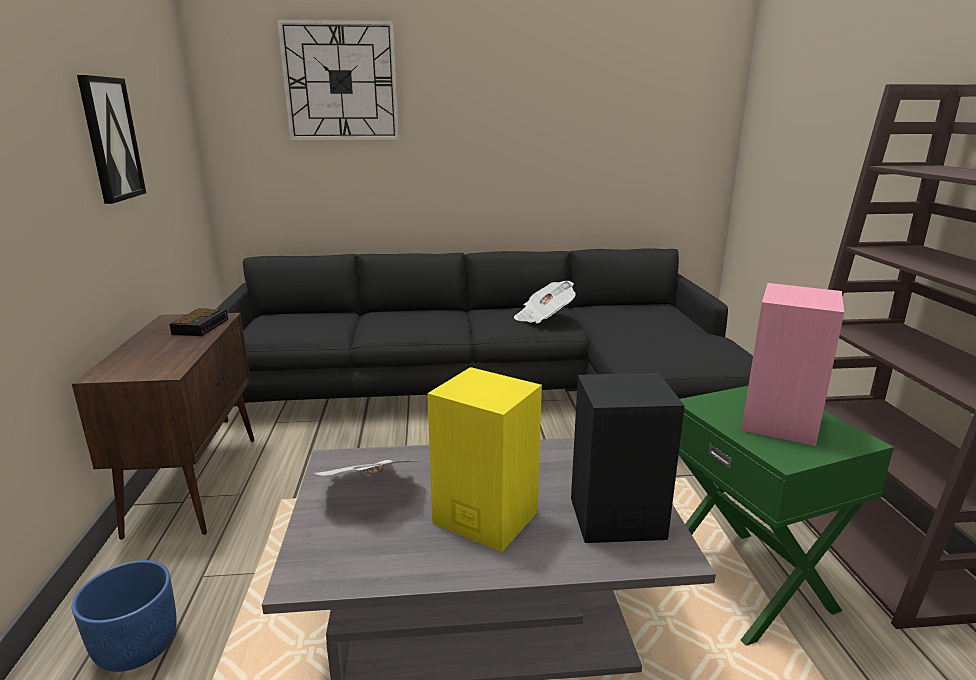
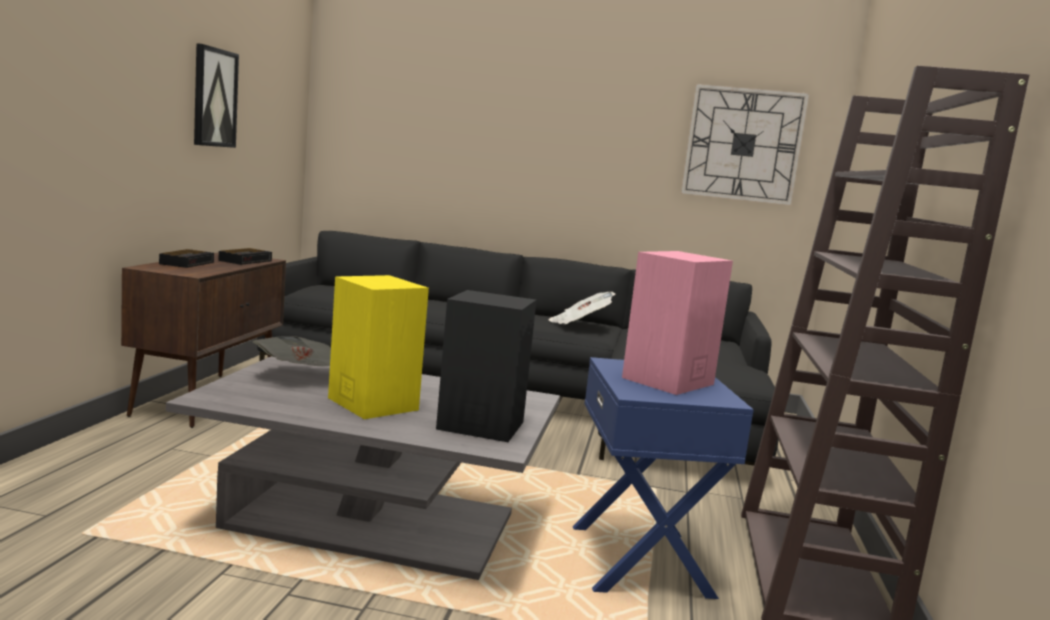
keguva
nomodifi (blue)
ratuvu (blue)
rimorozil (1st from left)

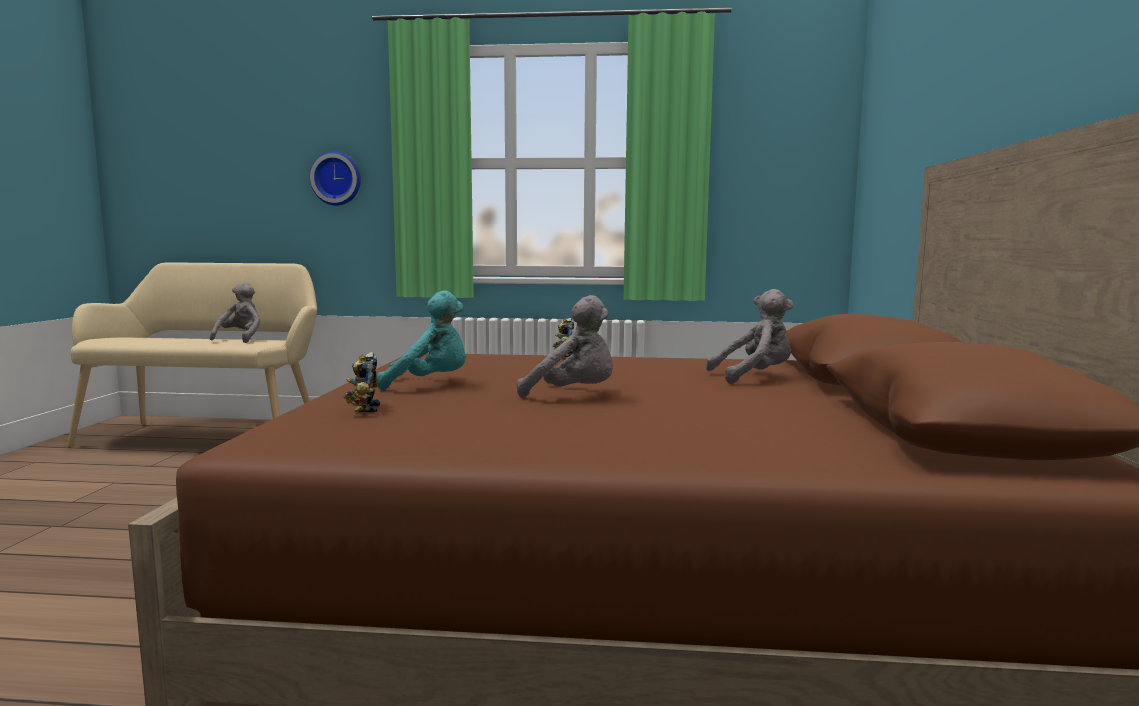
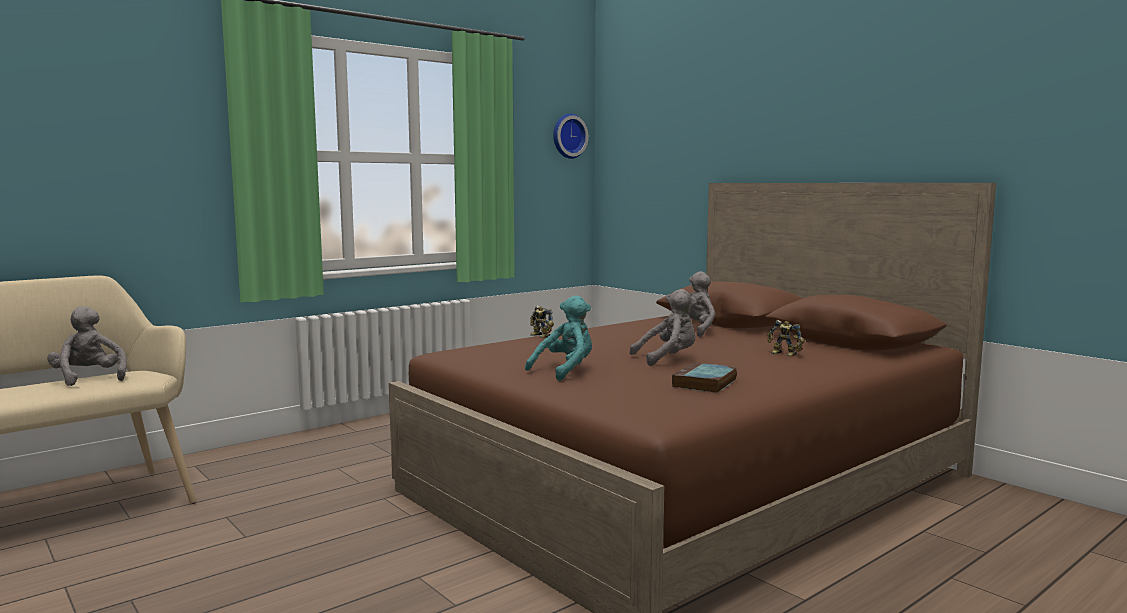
keguva
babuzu (2nd from left)
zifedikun

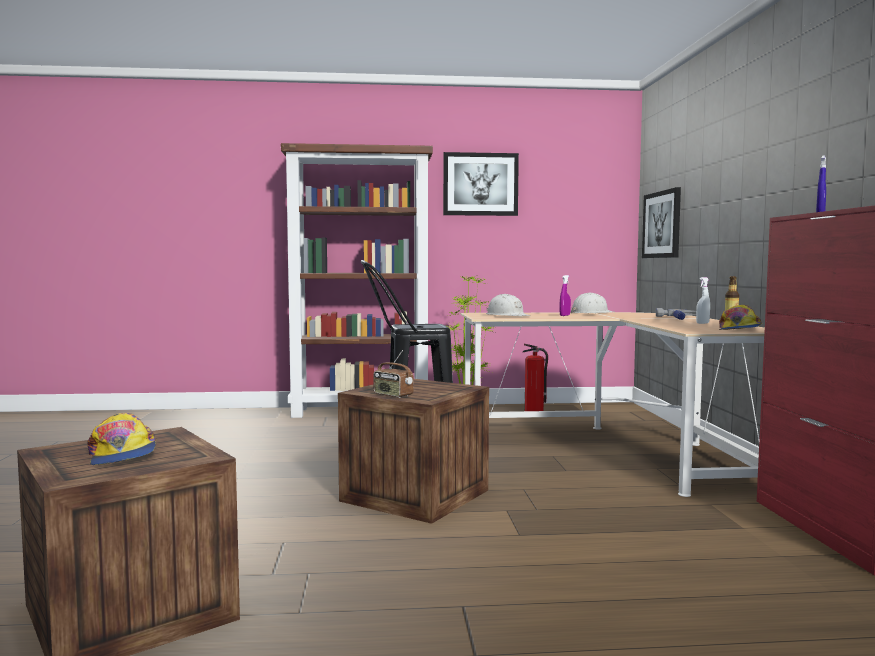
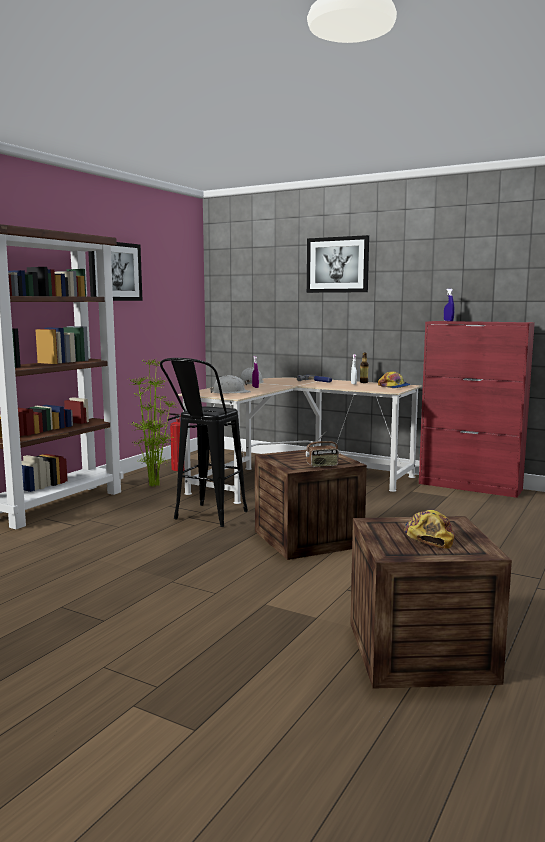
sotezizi (2nd from left)
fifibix (2nd from left)

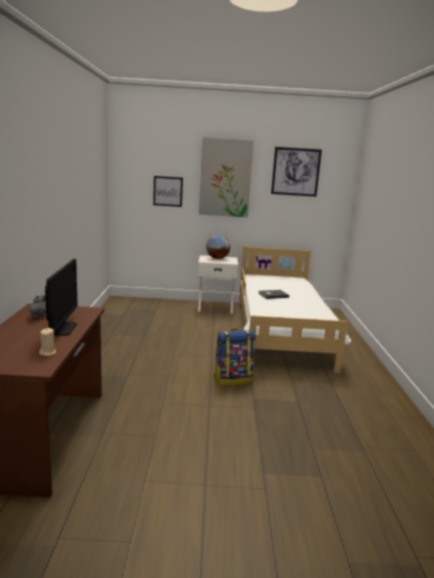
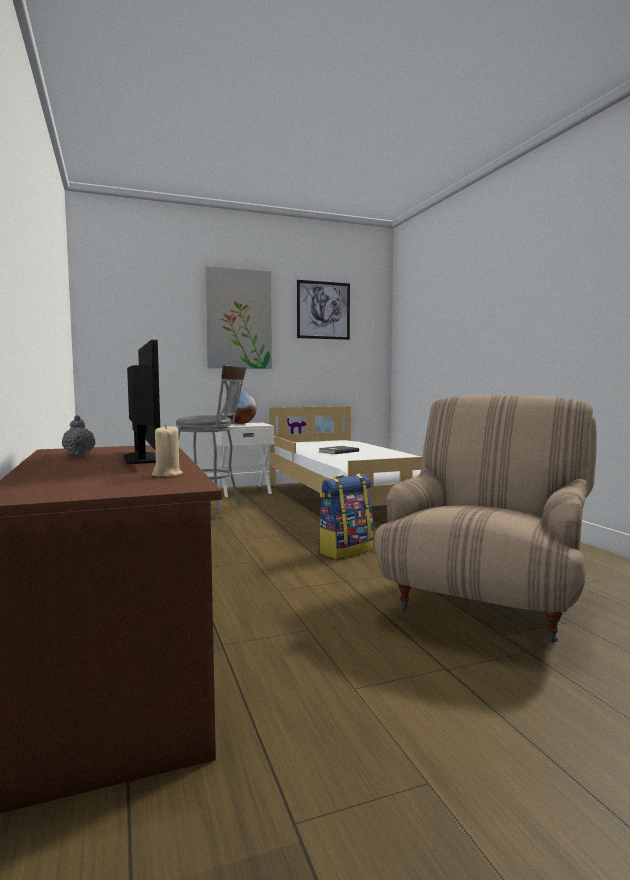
sotezizi (1st from left in the first image)
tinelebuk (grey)
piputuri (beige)

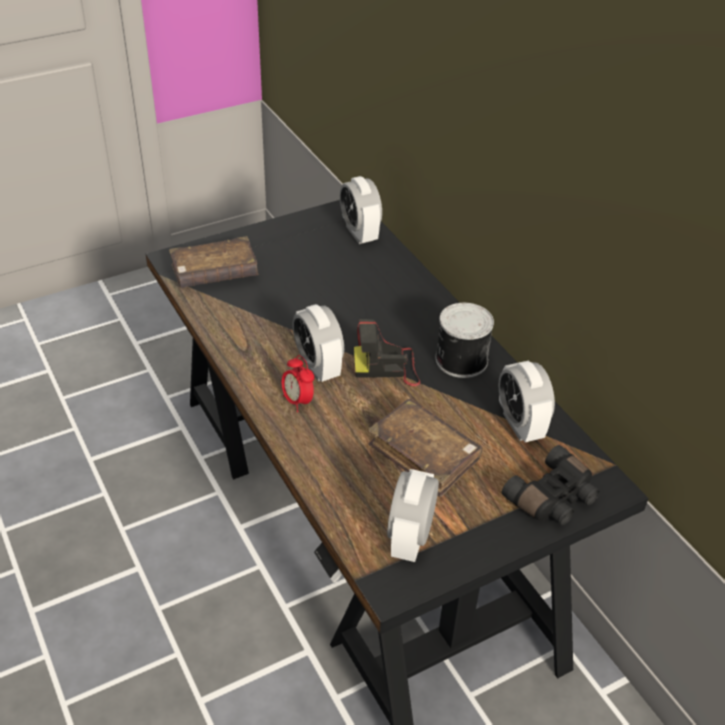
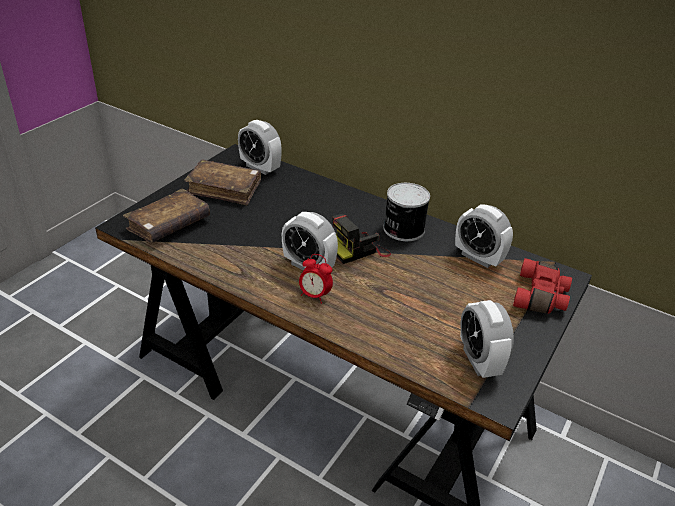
zifedikun (brown) (2nd from left)
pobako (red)

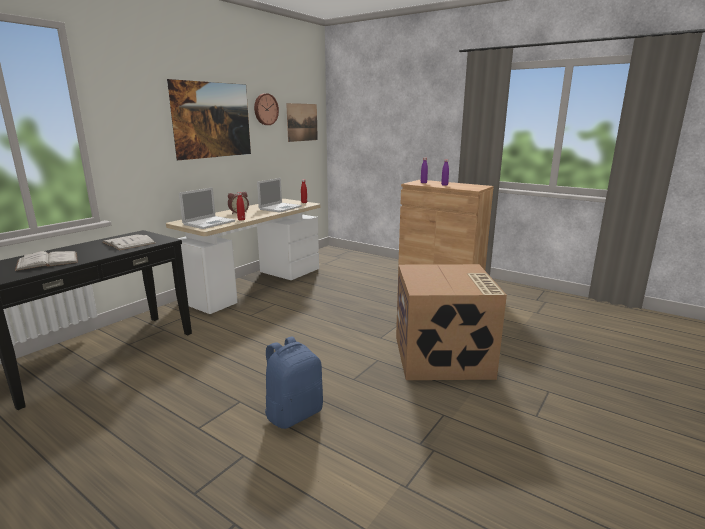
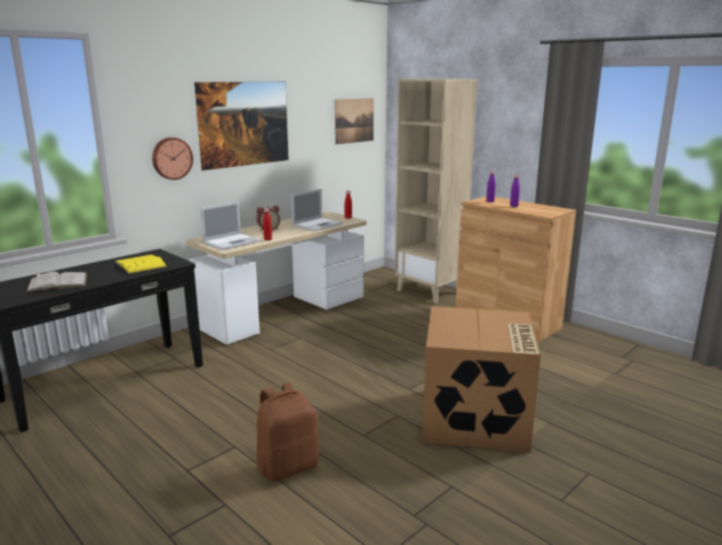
keguva
zifedikun (yellow)
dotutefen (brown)
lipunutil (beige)

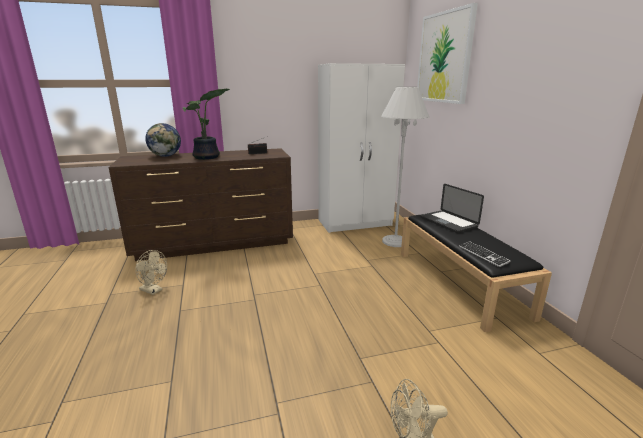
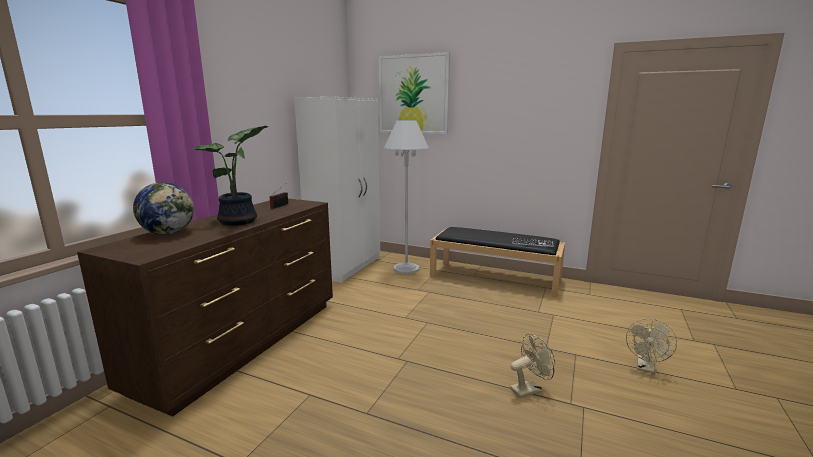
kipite
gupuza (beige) (1st from left)

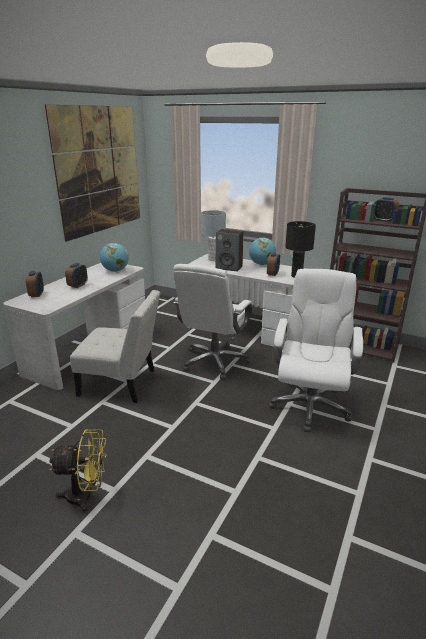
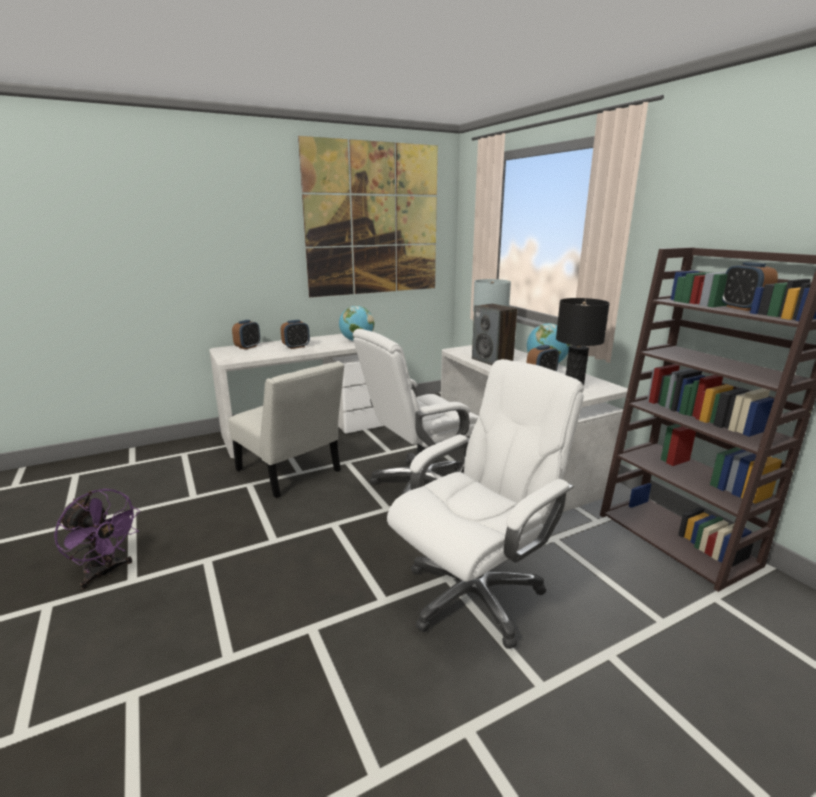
gupuza (purple)

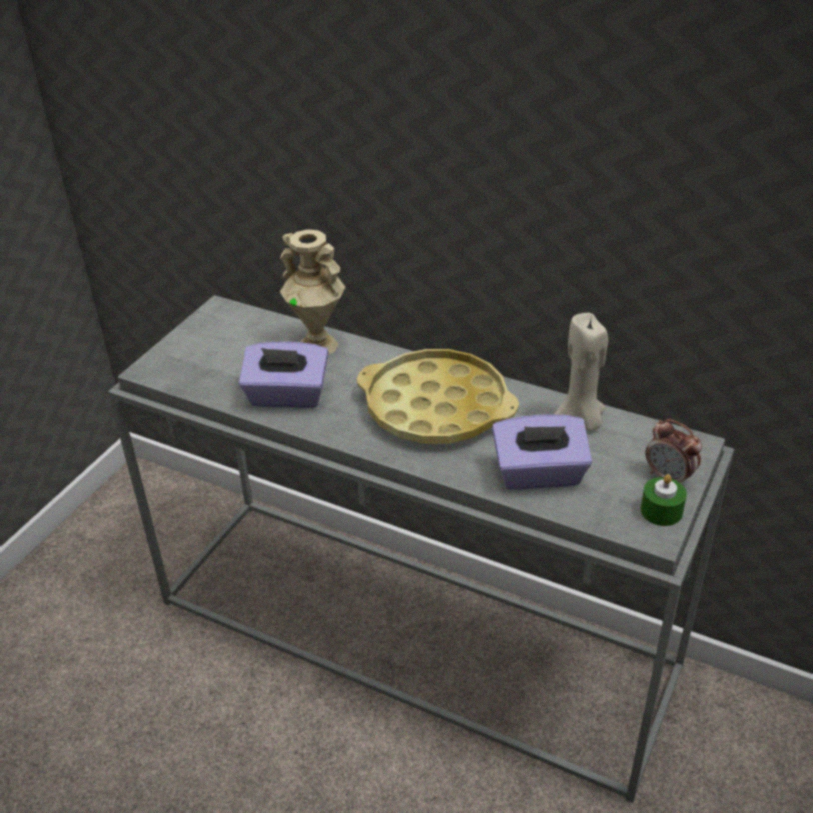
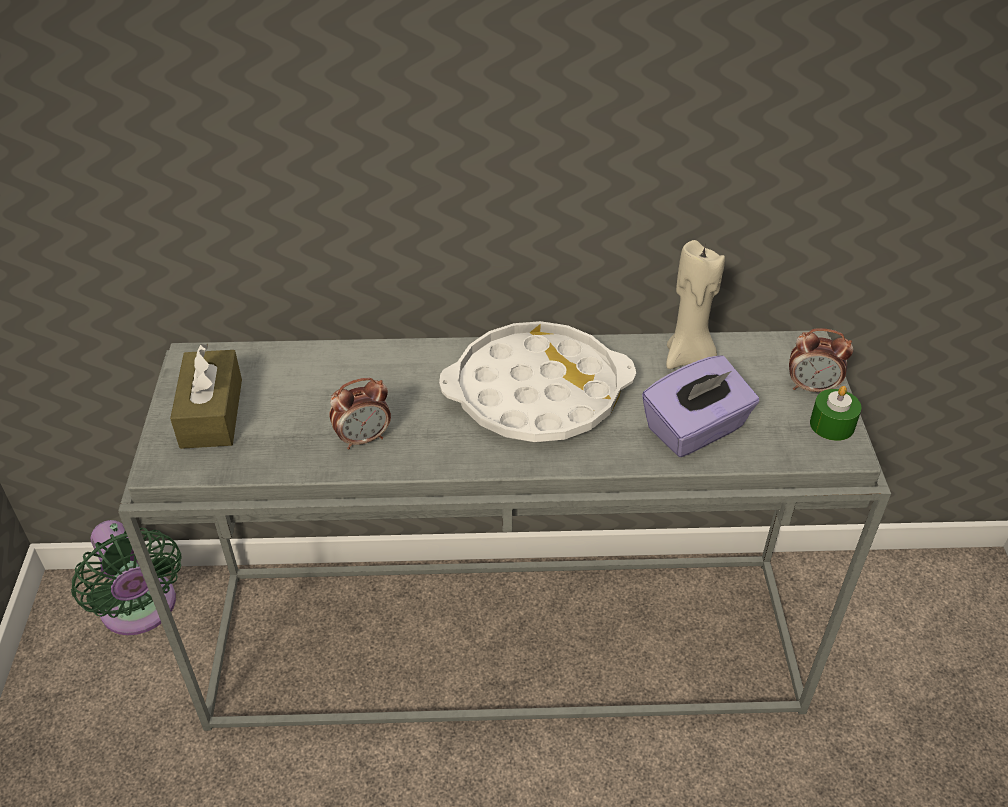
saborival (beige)
rimorozil (1st from left)
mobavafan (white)
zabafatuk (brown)
gupuza (green)

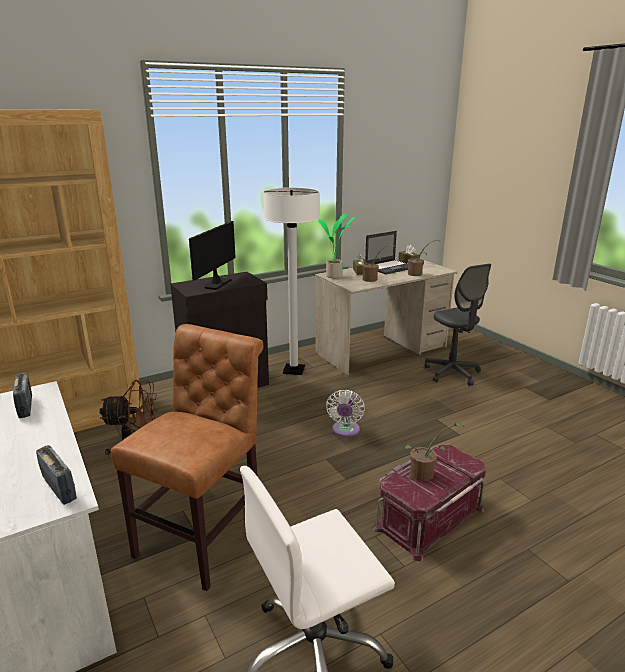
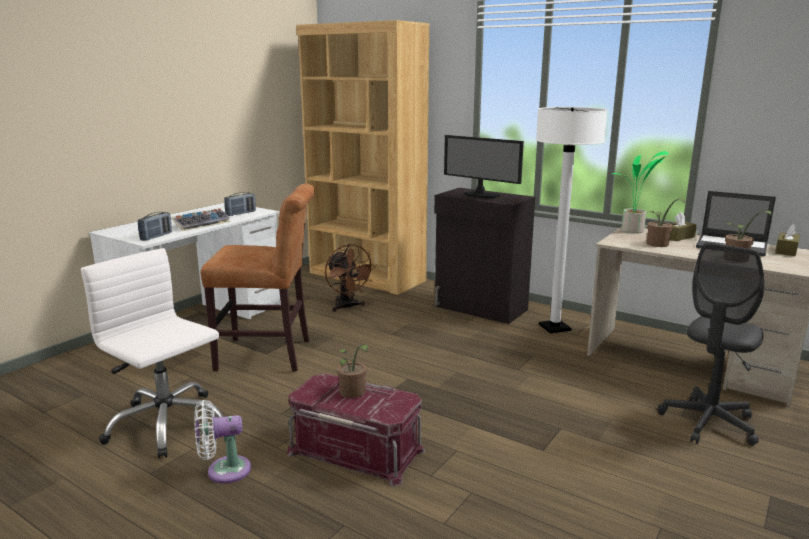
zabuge
gupuza (white)
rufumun

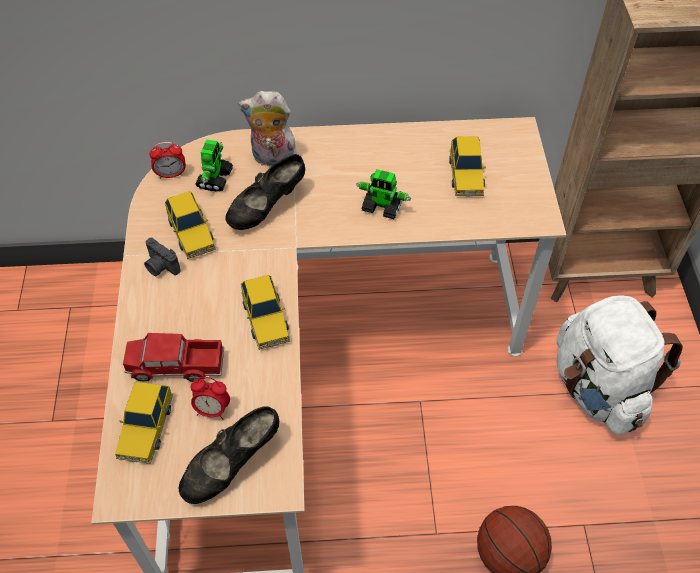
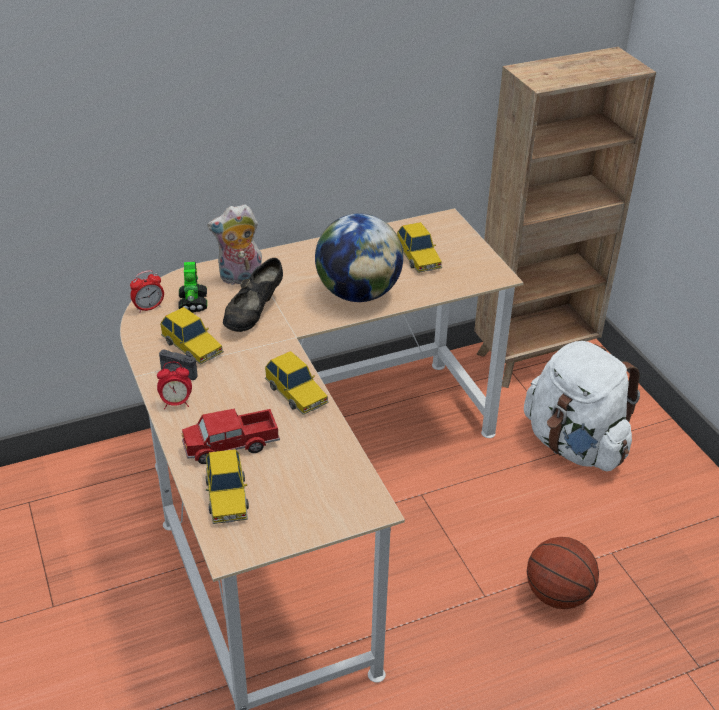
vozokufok
rimorozil (2nd from left)
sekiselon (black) (1st from left in the first image)

